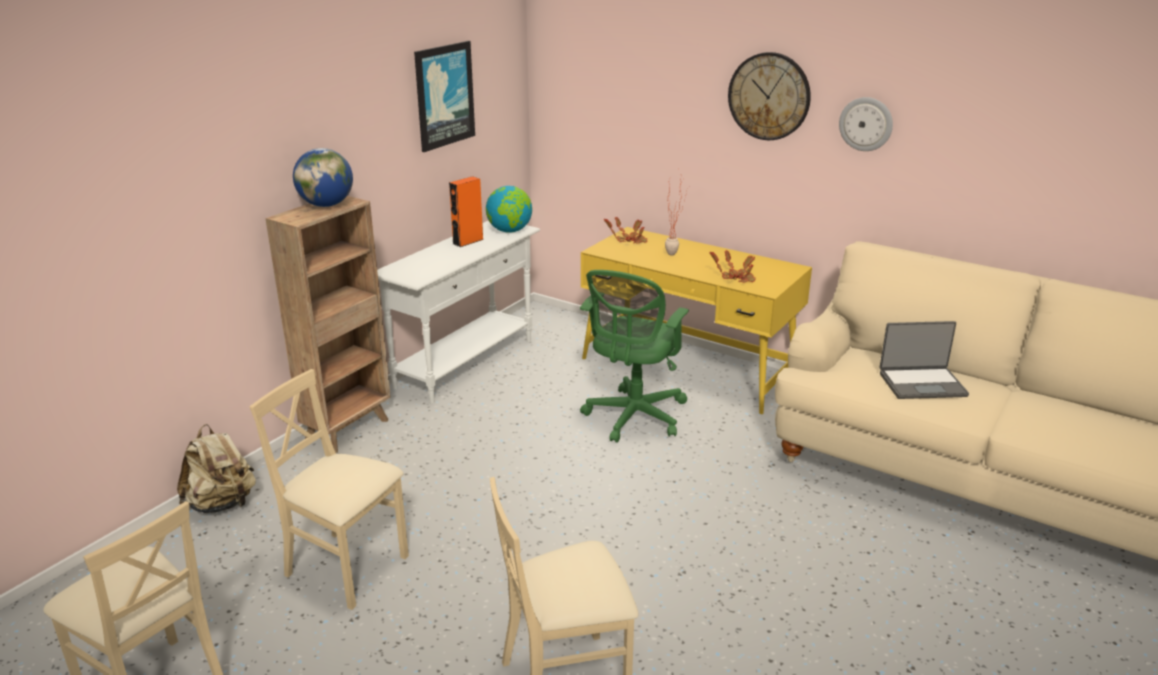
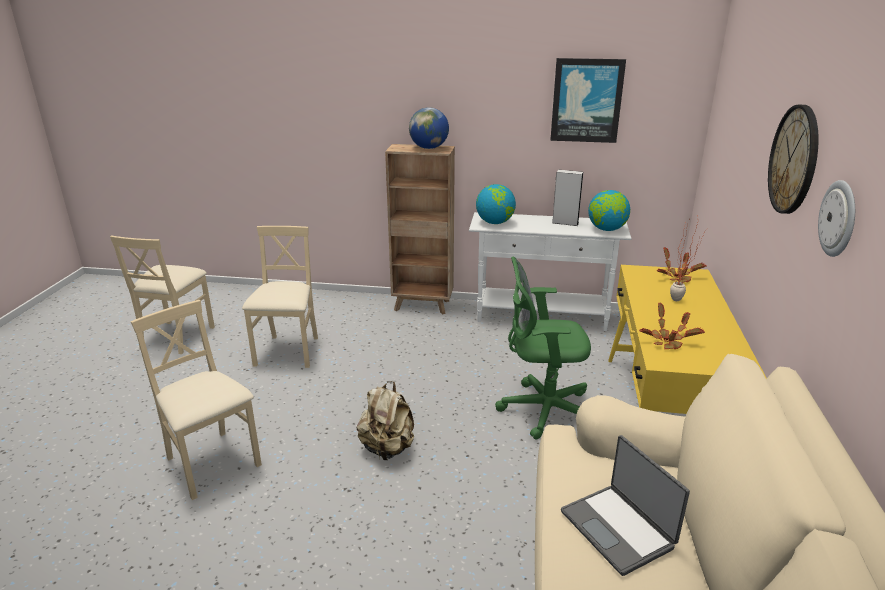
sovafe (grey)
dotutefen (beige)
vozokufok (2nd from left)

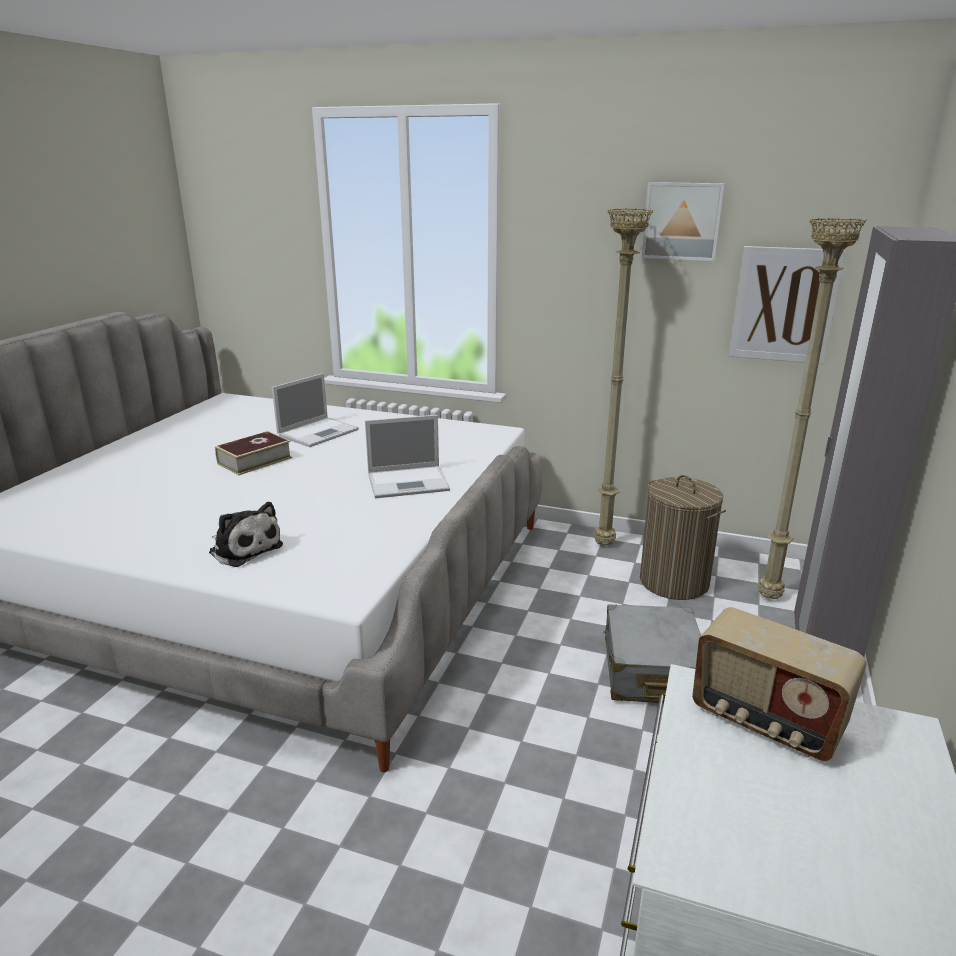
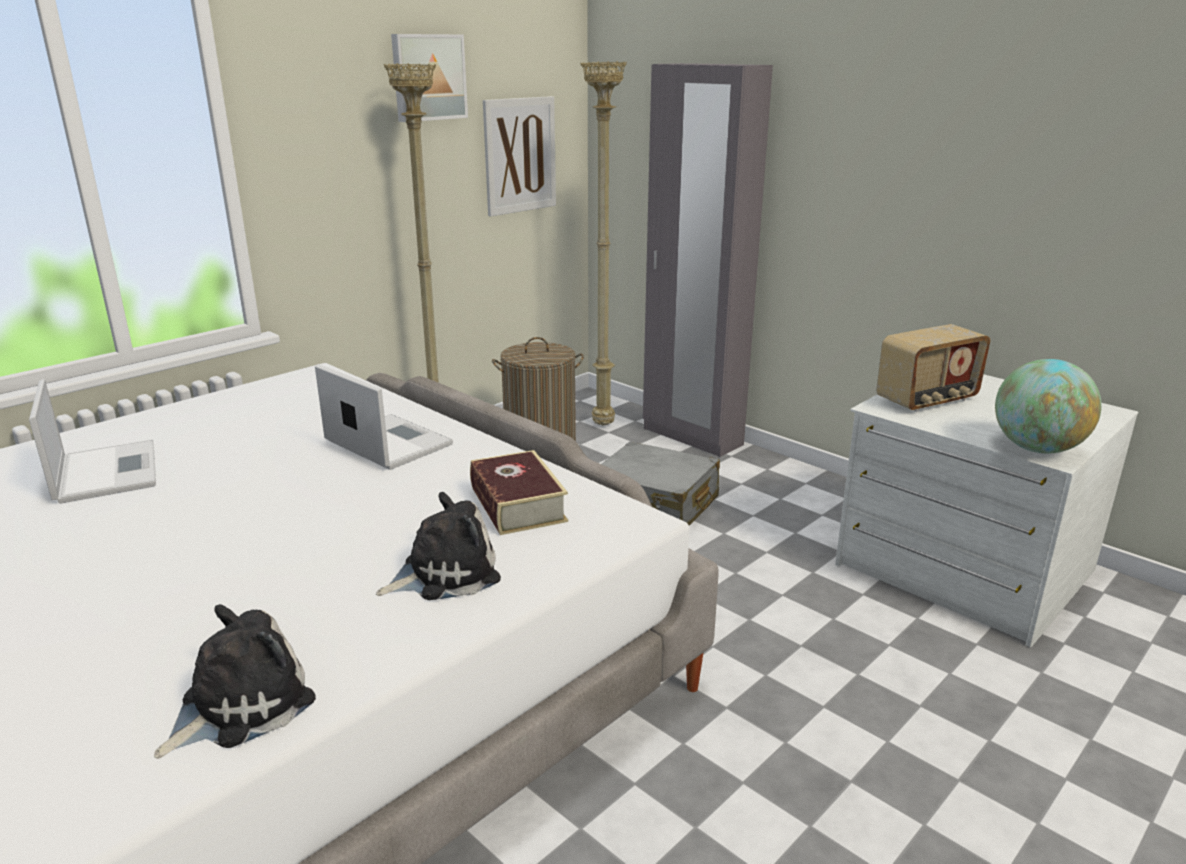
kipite (2nd from left)
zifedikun
vozokufok
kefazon (1st from left)

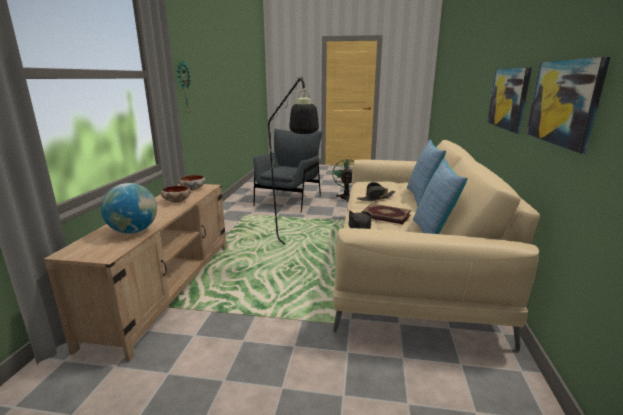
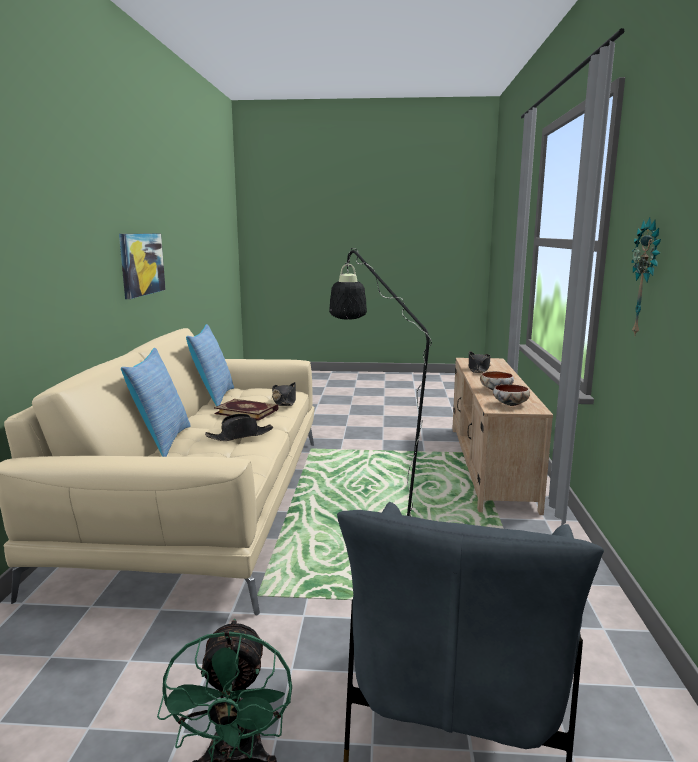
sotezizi (1st from left in the first image)
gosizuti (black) (3rd from left)

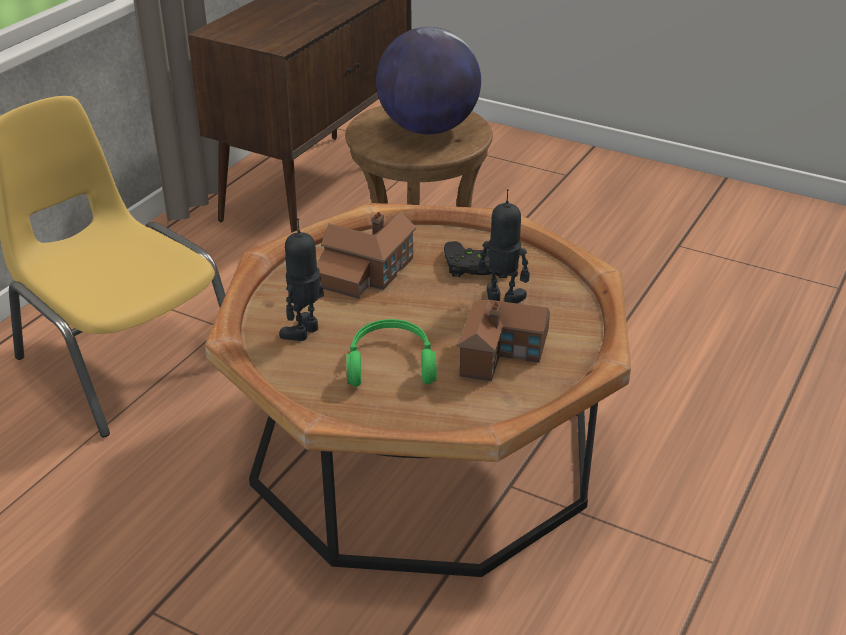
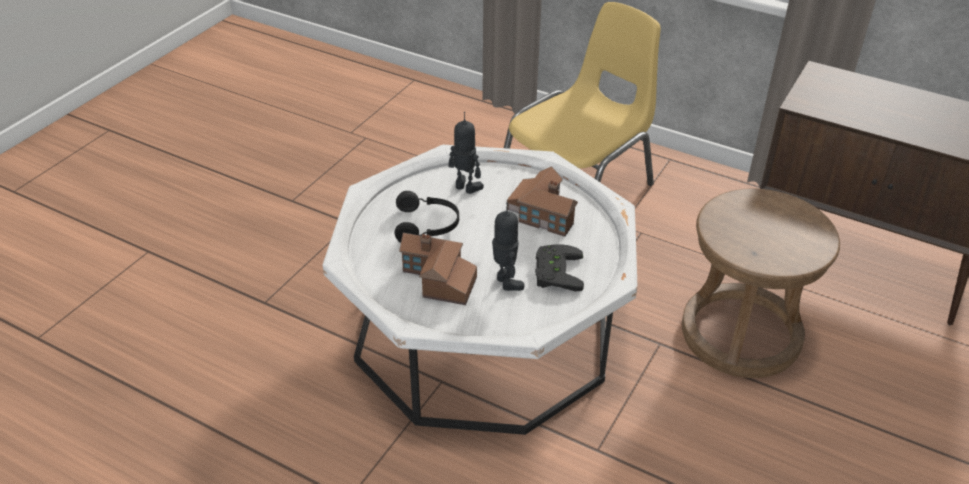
vozokufok
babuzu (2nd from left)
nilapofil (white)
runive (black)

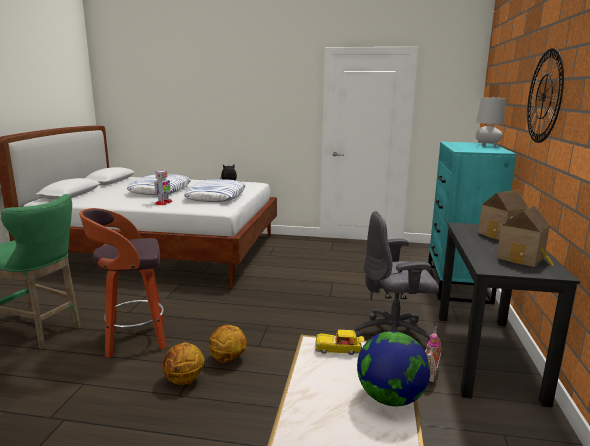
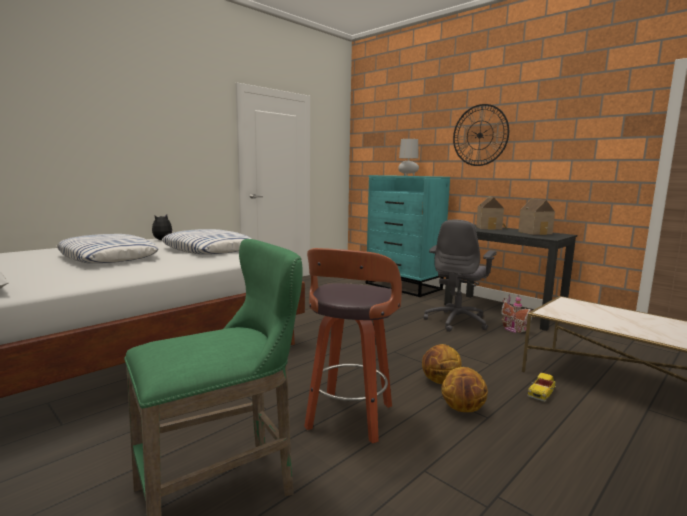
babuzu
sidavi
vozokufok

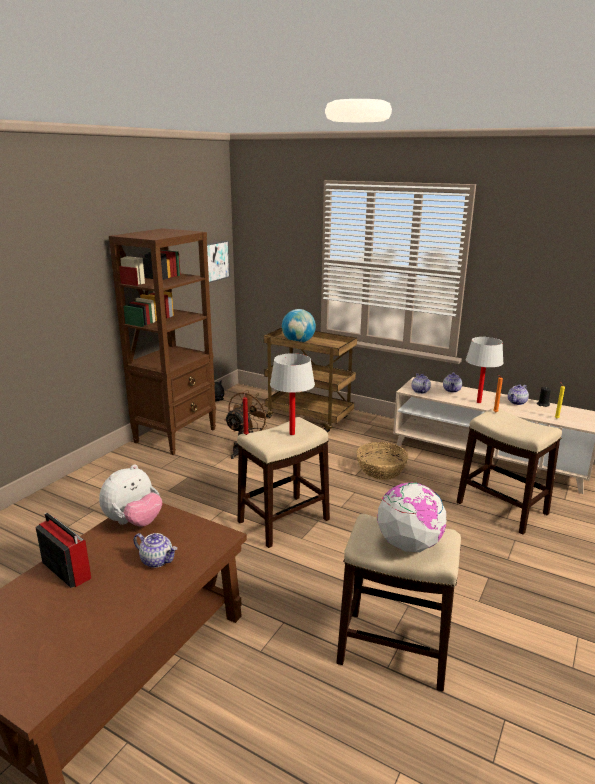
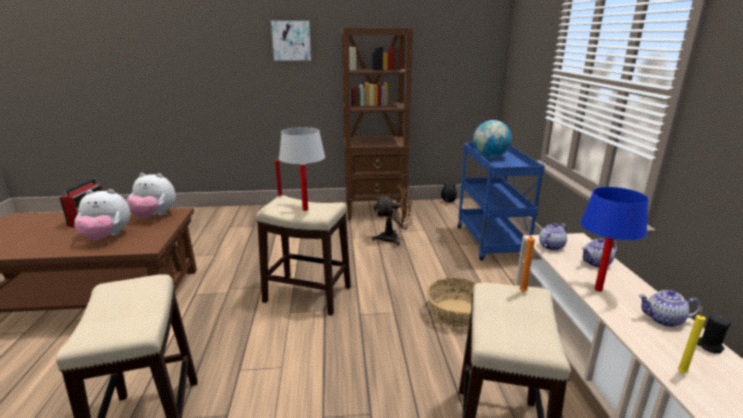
sotezizi
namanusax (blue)
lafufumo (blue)
vozokufok (2nd from left in the first image)
kefazon (1st from left)

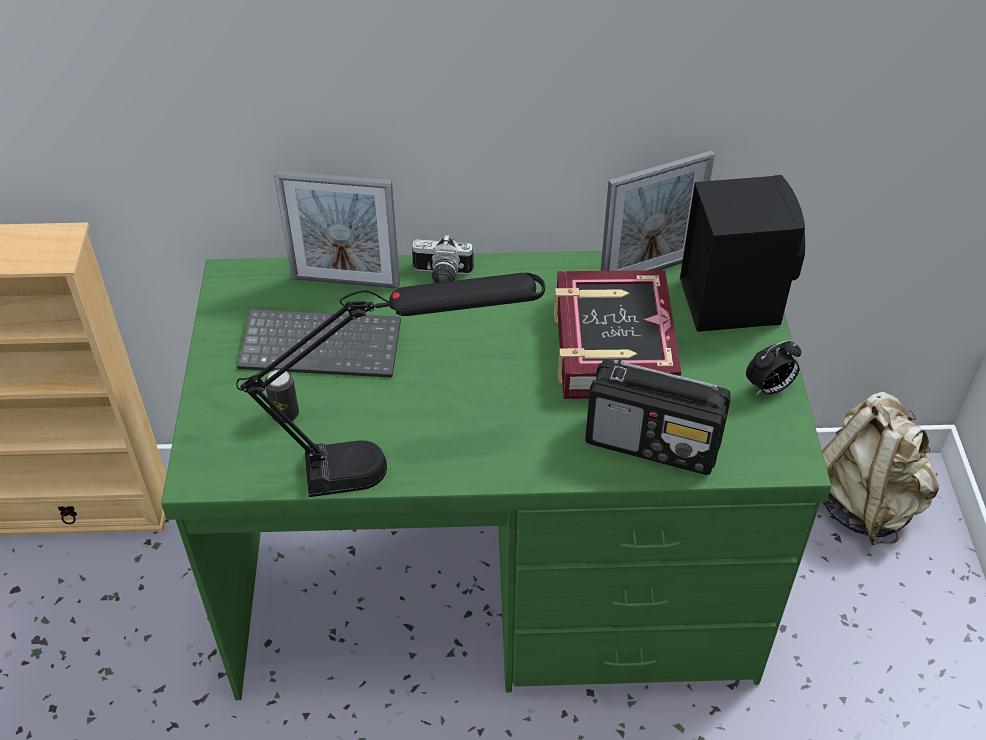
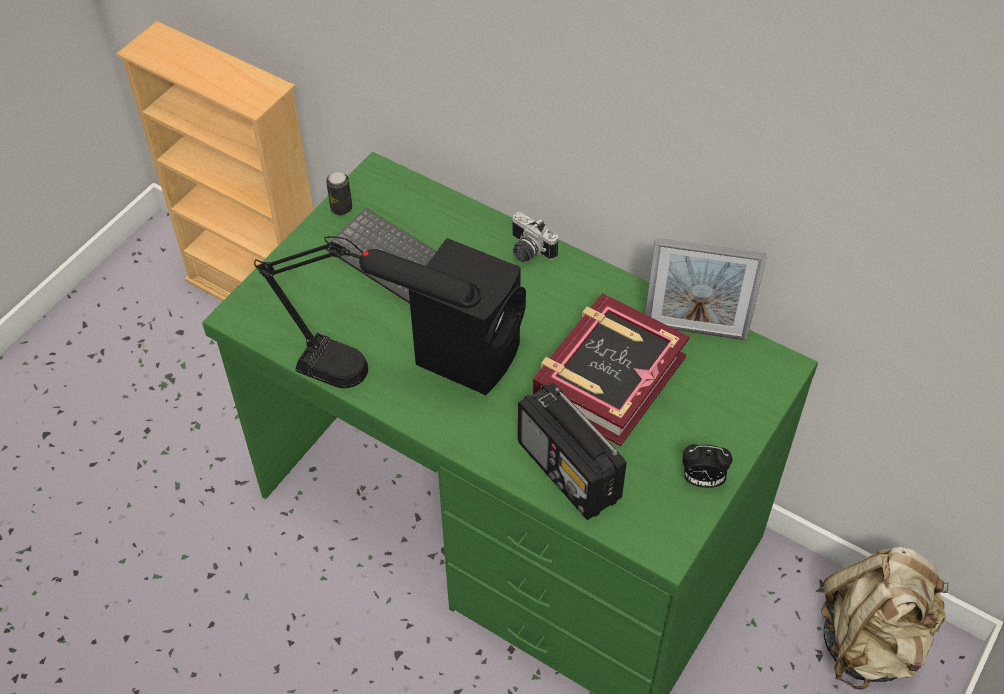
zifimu (1st from left in the first image)
sovafe (black)
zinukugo

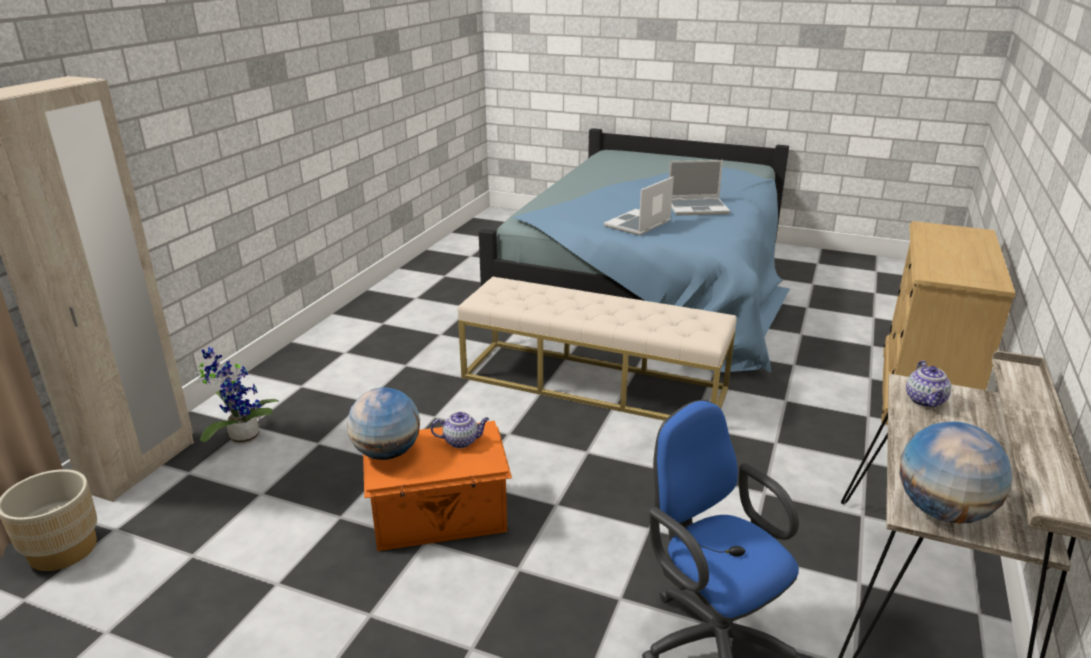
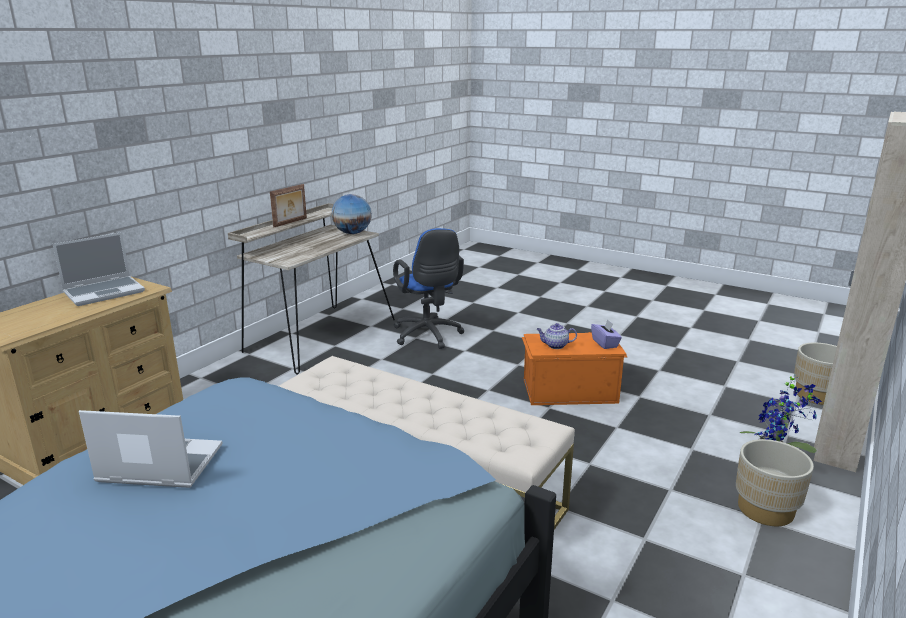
kipite (1st from left)
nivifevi (2nd from left in the first image)
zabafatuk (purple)
zifimu
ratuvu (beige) (1st from left)

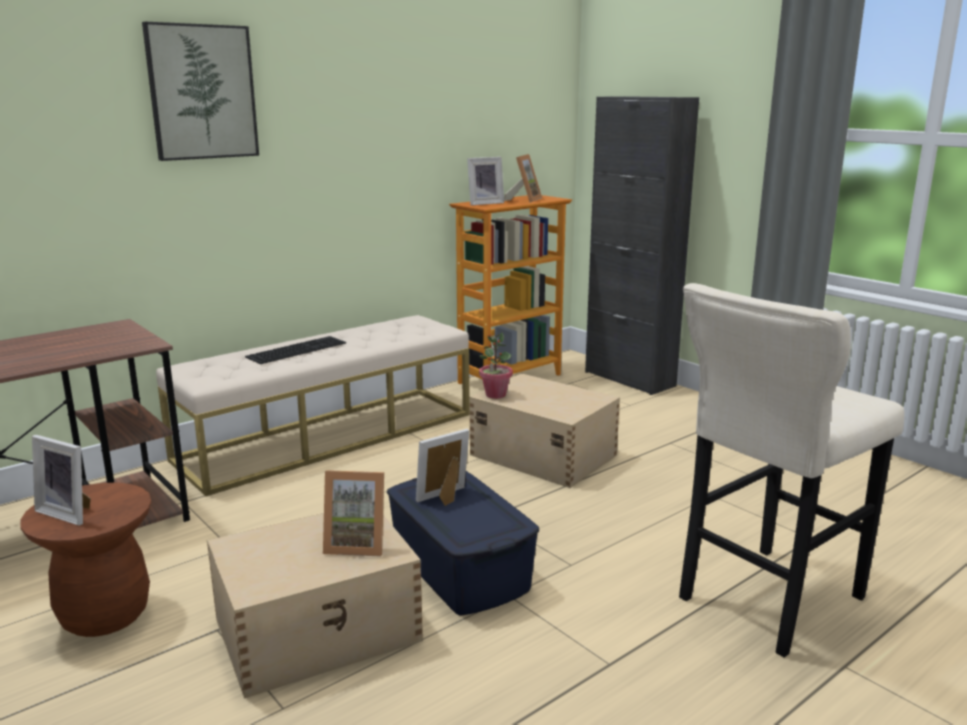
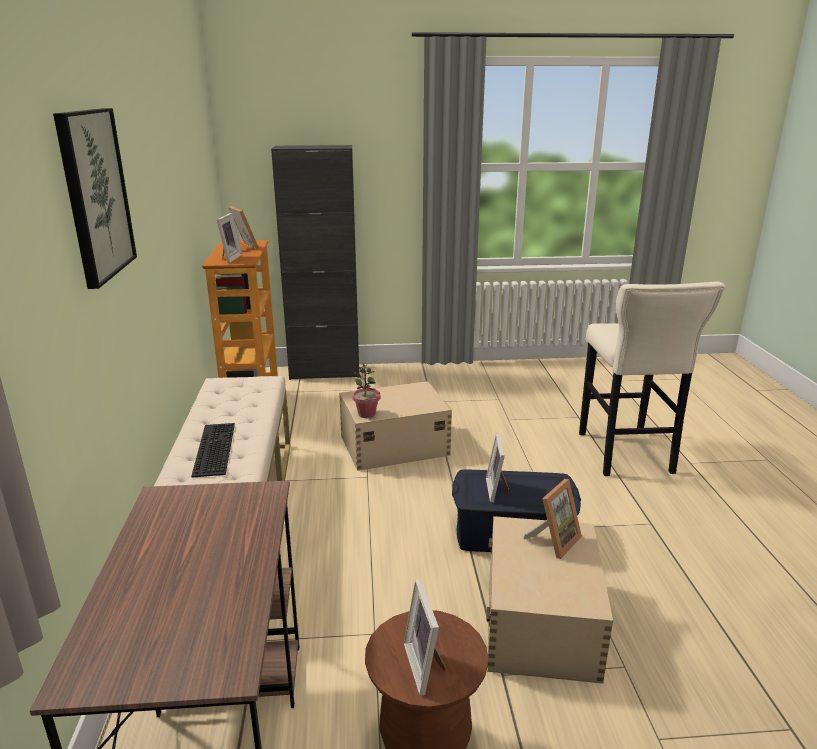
zifimu (3rd from left)

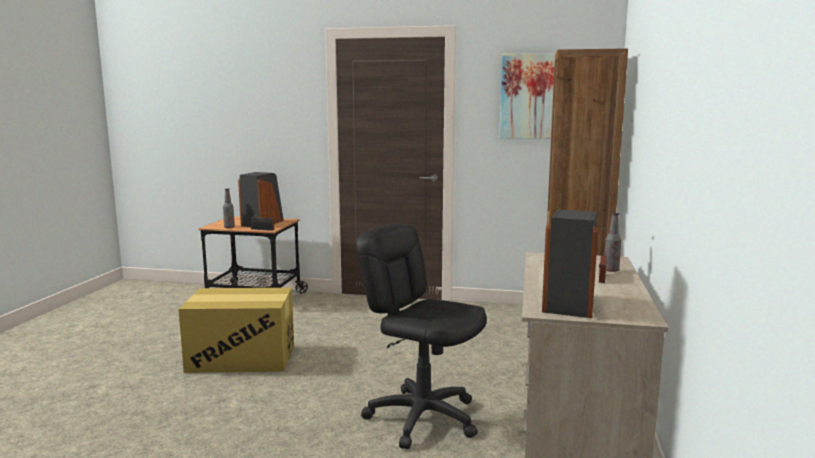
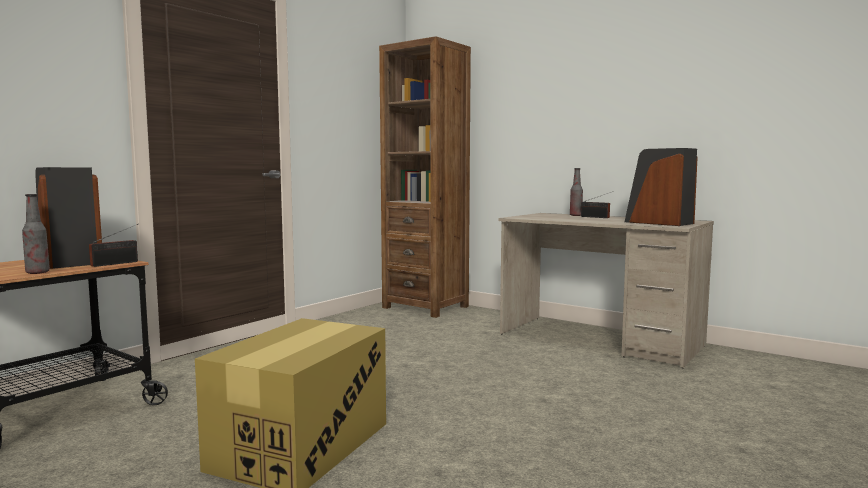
sotezizi
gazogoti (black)

